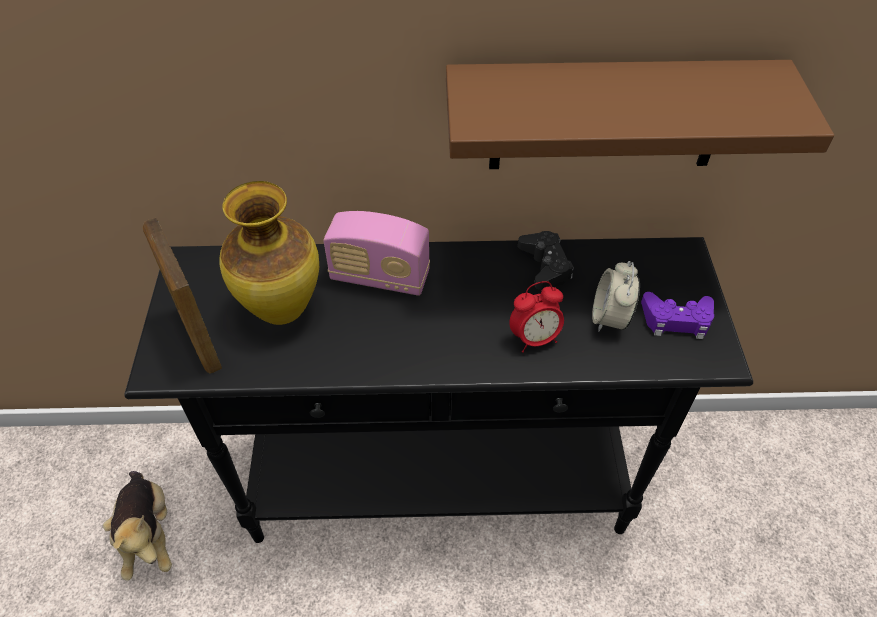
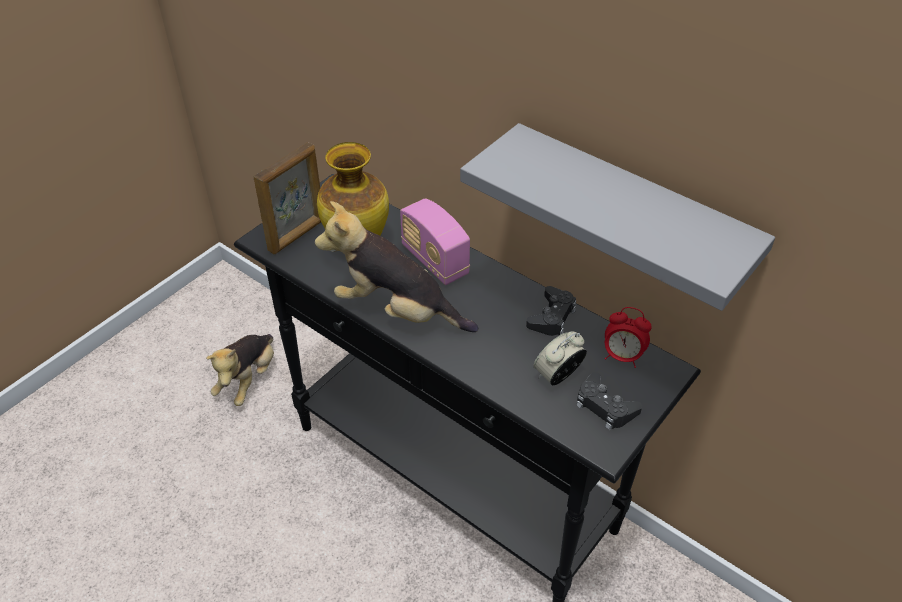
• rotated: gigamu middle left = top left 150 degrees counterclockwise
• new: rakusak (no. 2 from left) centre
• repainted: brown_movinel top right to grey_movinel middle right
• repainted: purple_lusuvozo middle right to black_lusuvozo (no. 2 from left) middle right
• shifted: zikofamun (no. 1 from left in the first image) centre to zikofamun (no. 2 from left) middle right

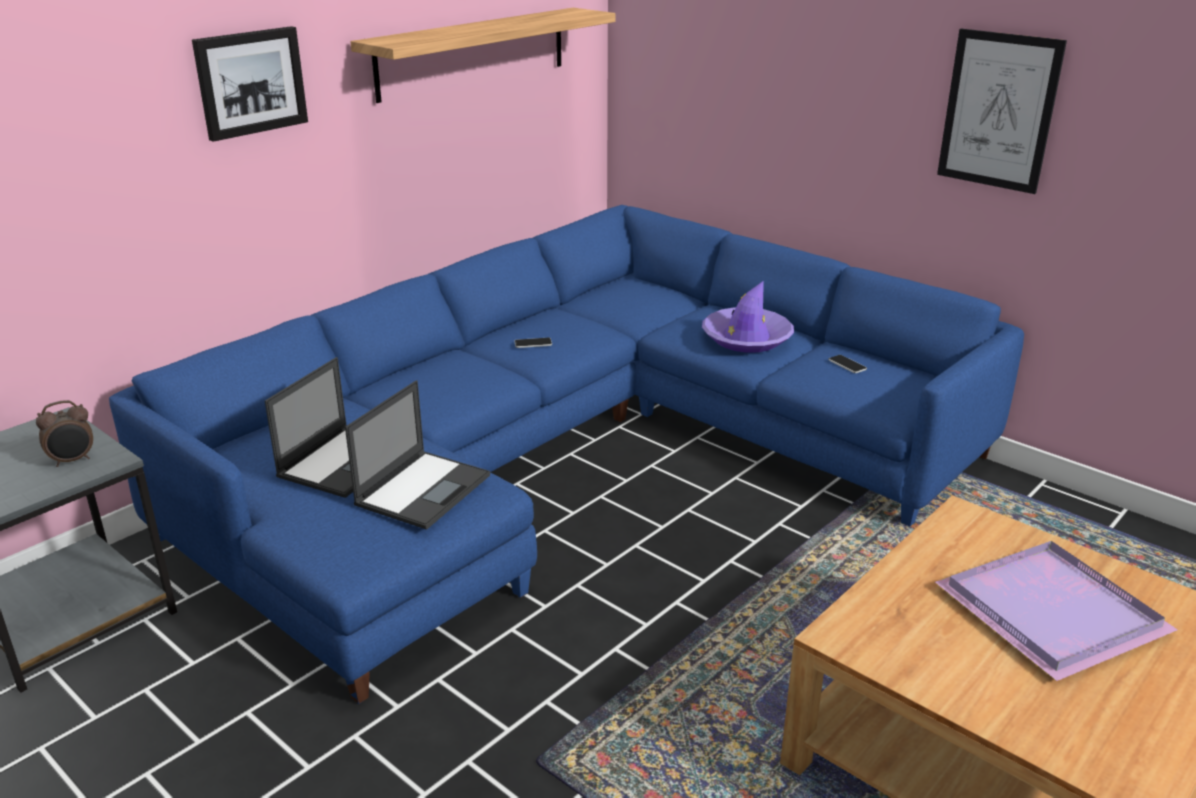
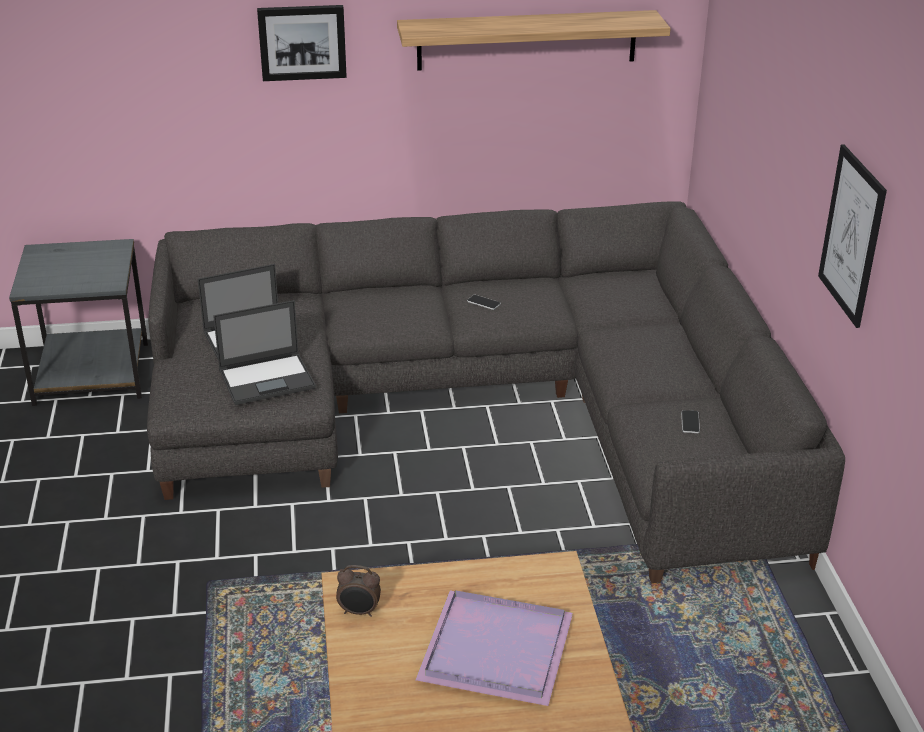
• repainted: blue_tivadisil centre to grey_tivadisil centre
• shifted: zikofamun middle left to bottom centre
• gone: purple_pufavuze centre

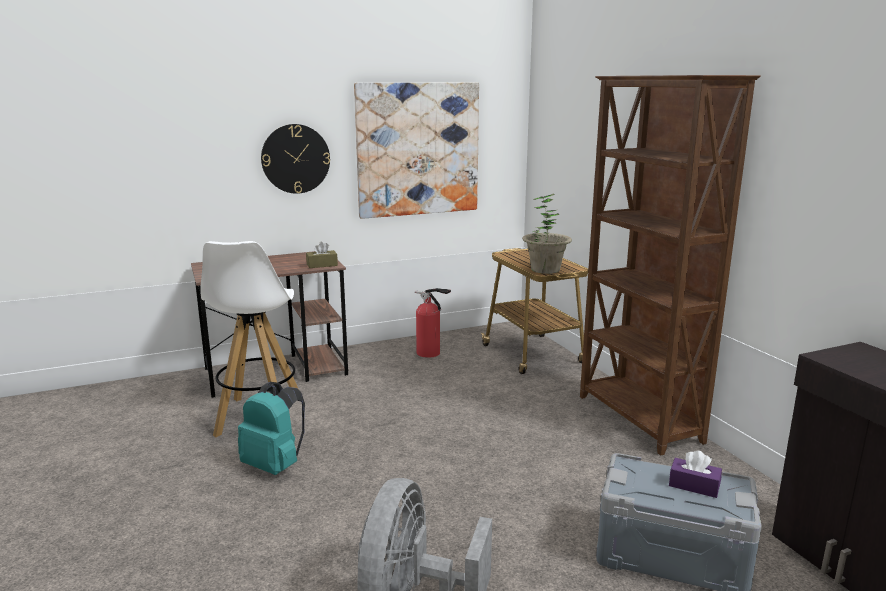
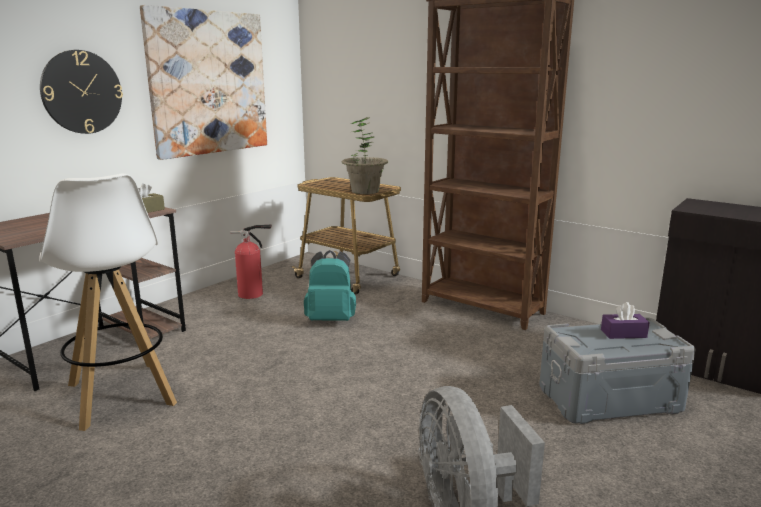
• shifted: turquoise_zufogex bottom left to centre

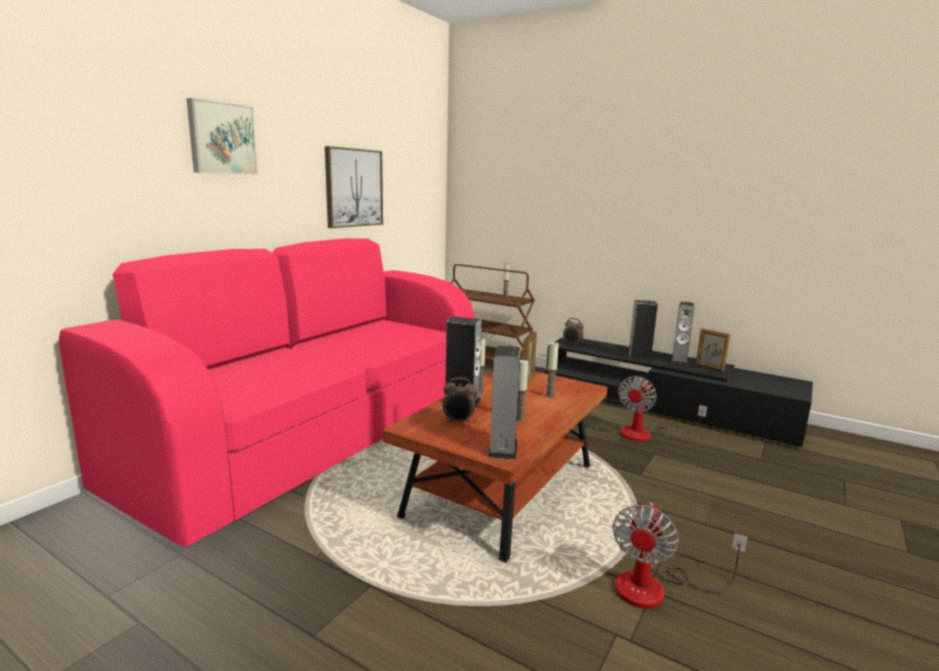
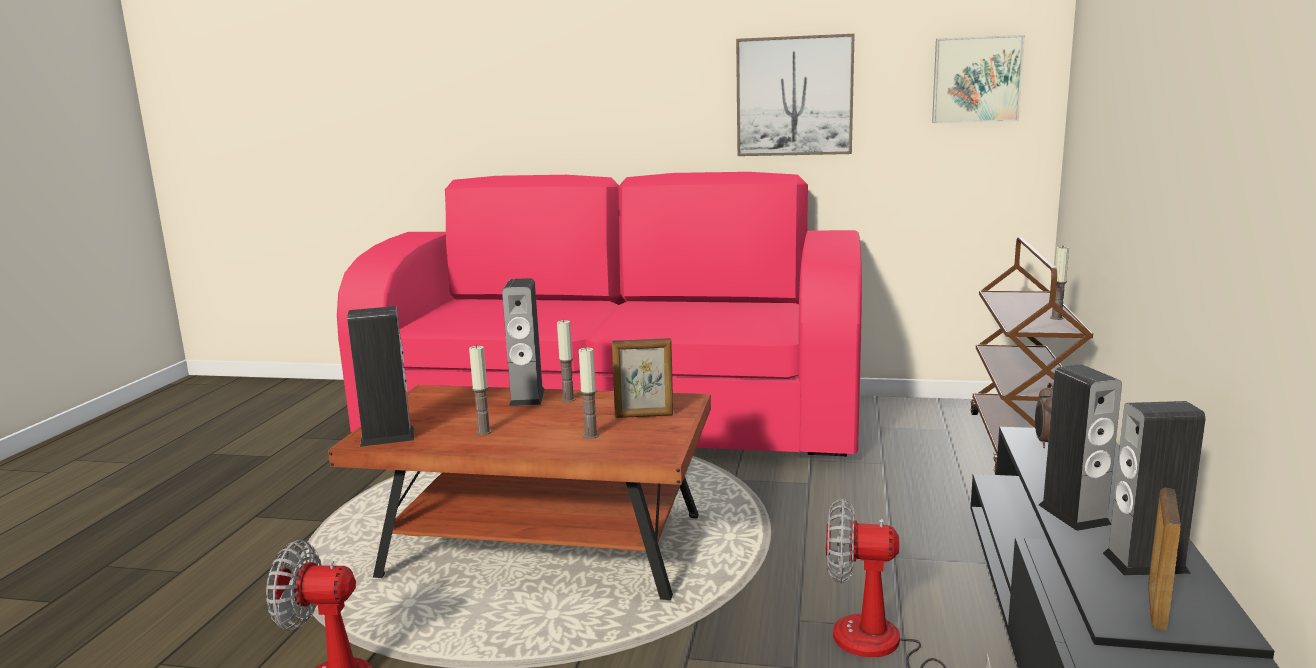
• shifted: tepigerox (no. 1 from left in the first image) top left to tepigerox (no. 2 from left) top right
• gone: zikofamun (no. 1 from left) centre

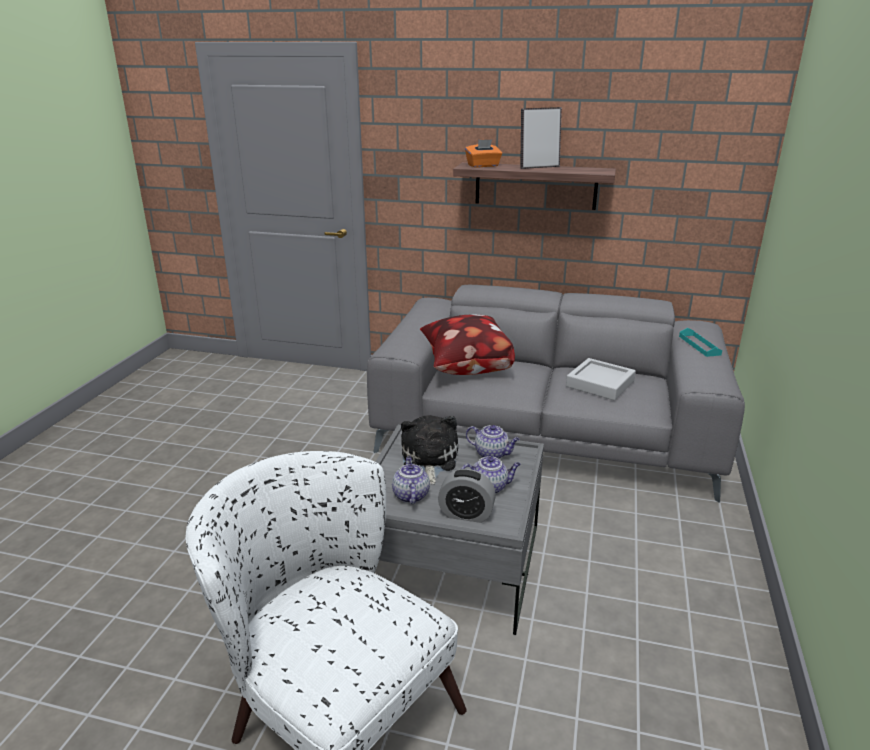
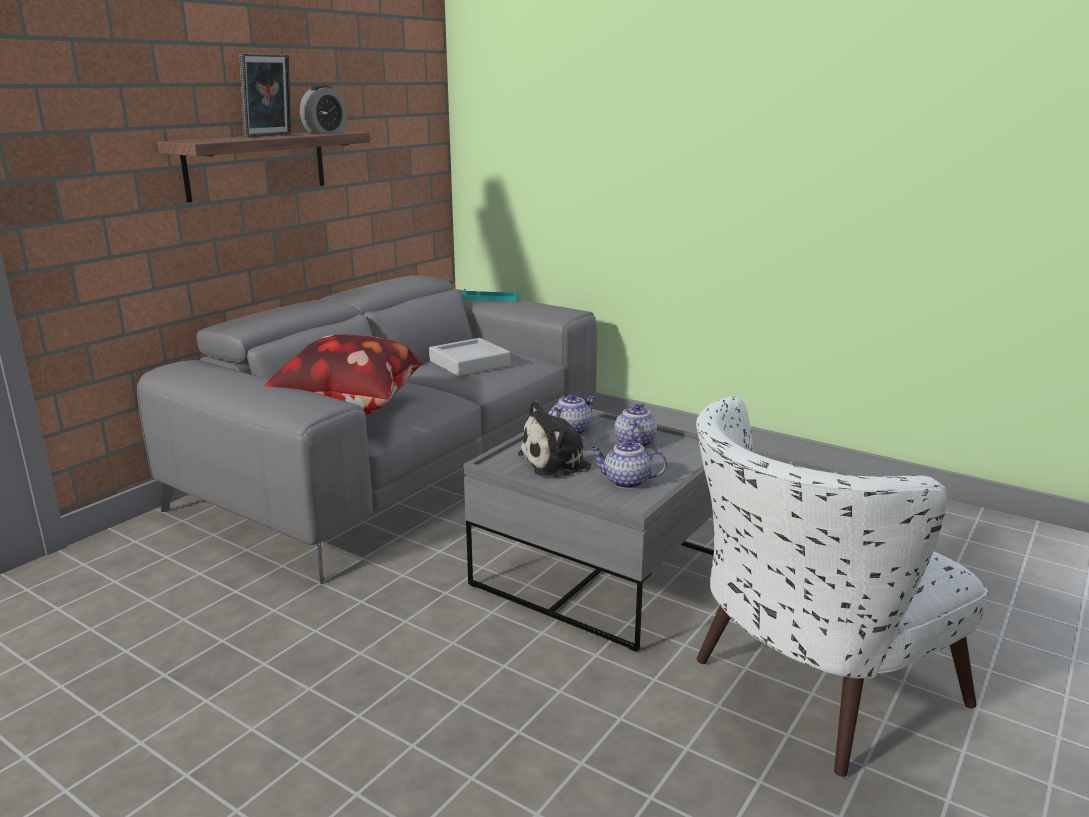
• rotated: gigamu top centre = top left 150 degrees counterclockwise
• shifted: zikofamun centre to top left
• rotated: rakusak centre = centre 45 degrees counterclockwise
• gone: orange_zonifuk top centre

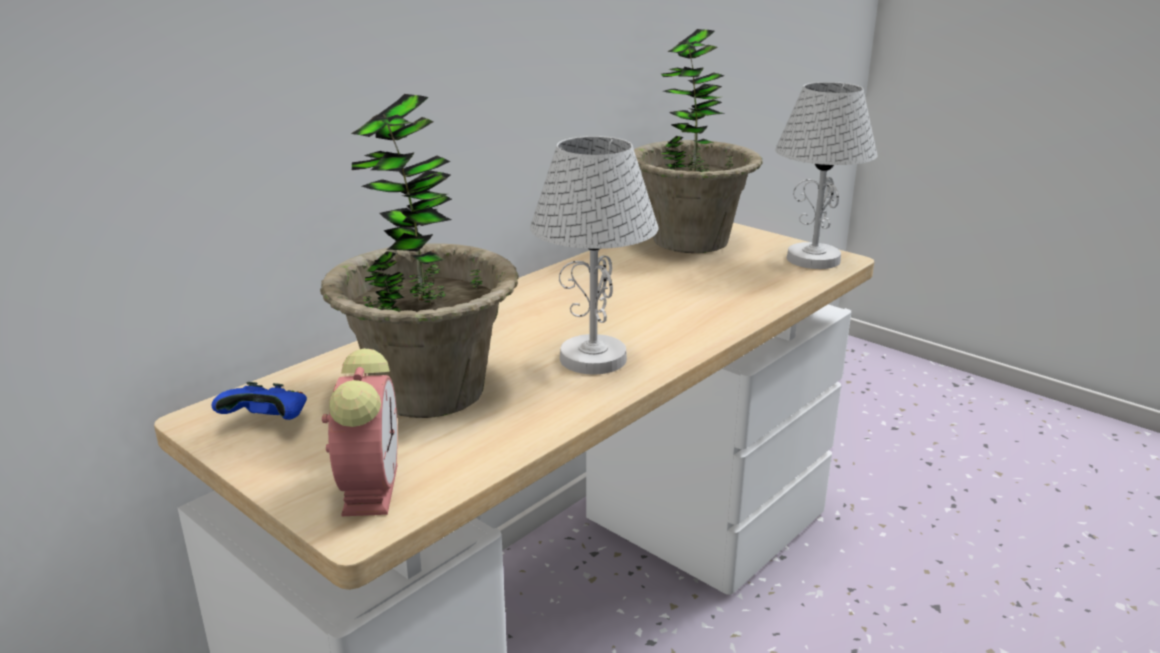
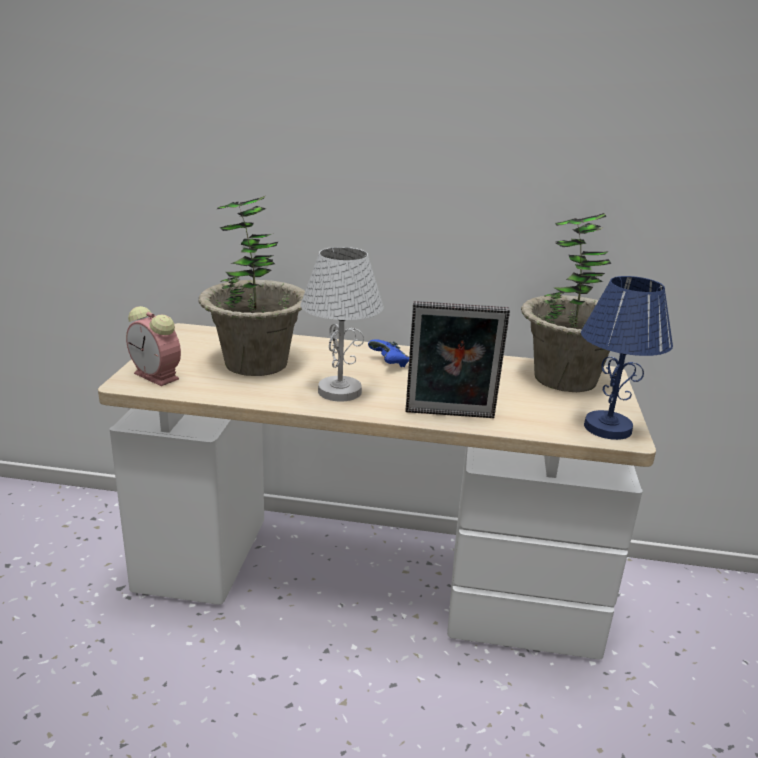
• rotated: zikofamun middle left = middle left 75 degrees clockwise
• shifted: blue_lusuvozo middle left to centre
• new: gigamu centre
• repainted: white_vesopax (no. 2 from left) top right to blue_vesopax middle right

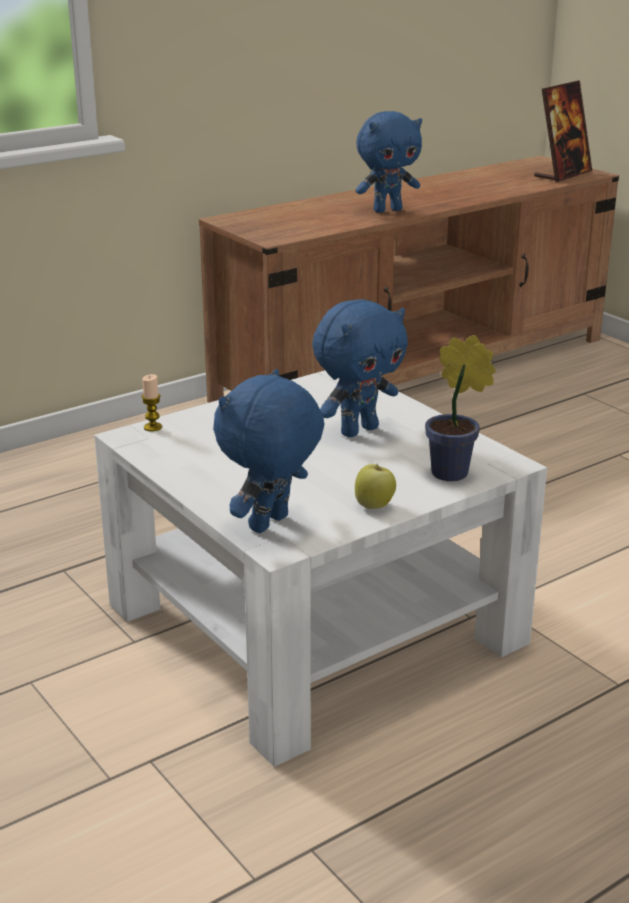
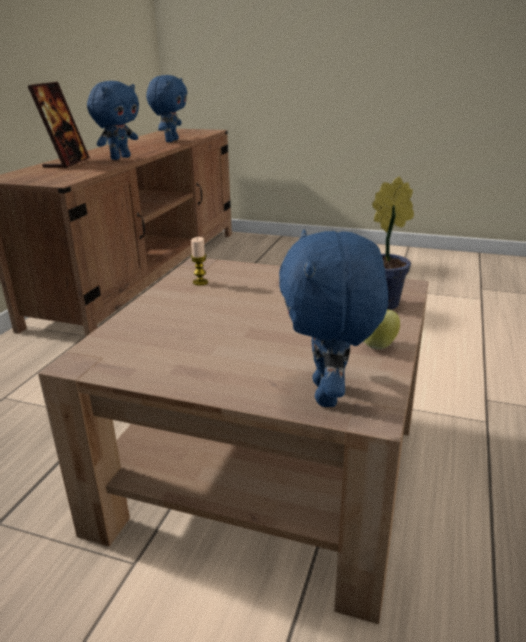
• shifted: gigamu top right to top left
• repainted: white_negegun centre to brown_negegun bottom centre
• shifted: blue_rakusak (no. 2 from left) centre to top left
• shifted: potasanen middle left to centre

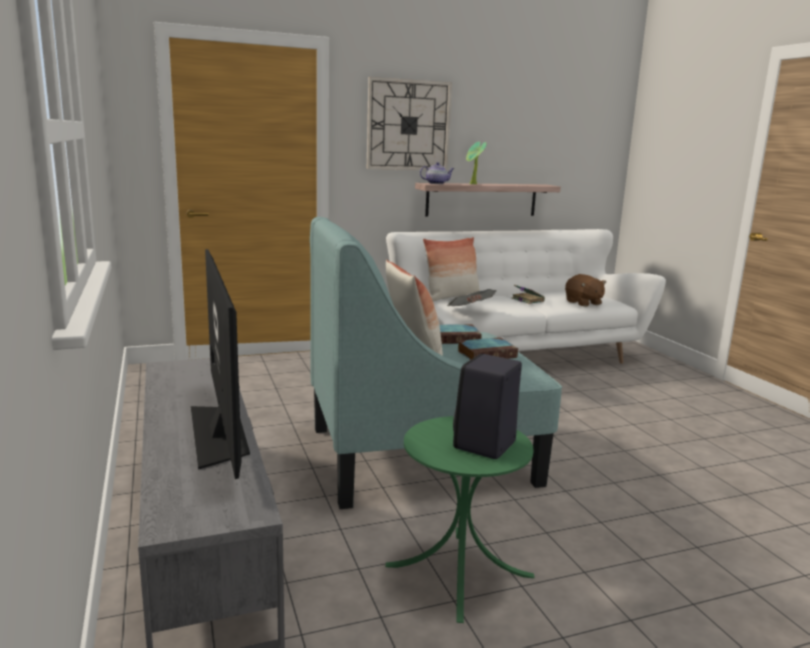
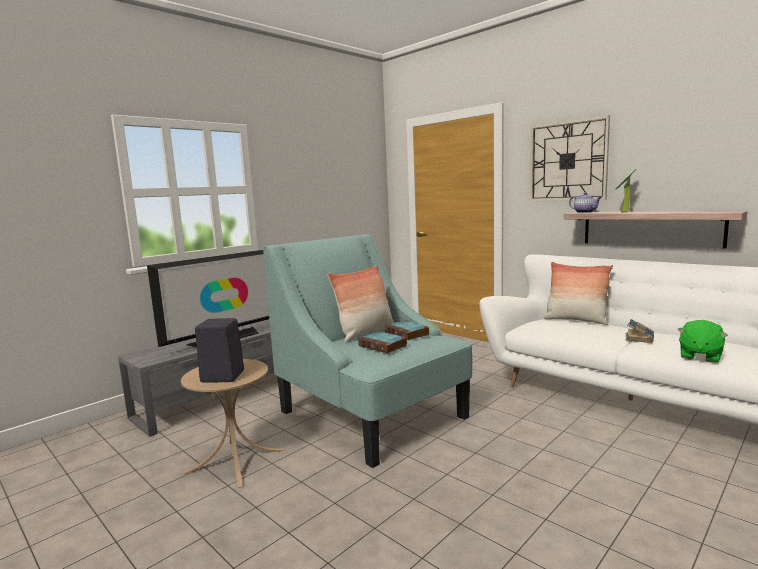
• repainted: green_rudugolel bottom centre to beige_rudugolel bottom left
• repainted: brown_rakusak middle right to green_rakusak middle right
• gone: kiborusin centre

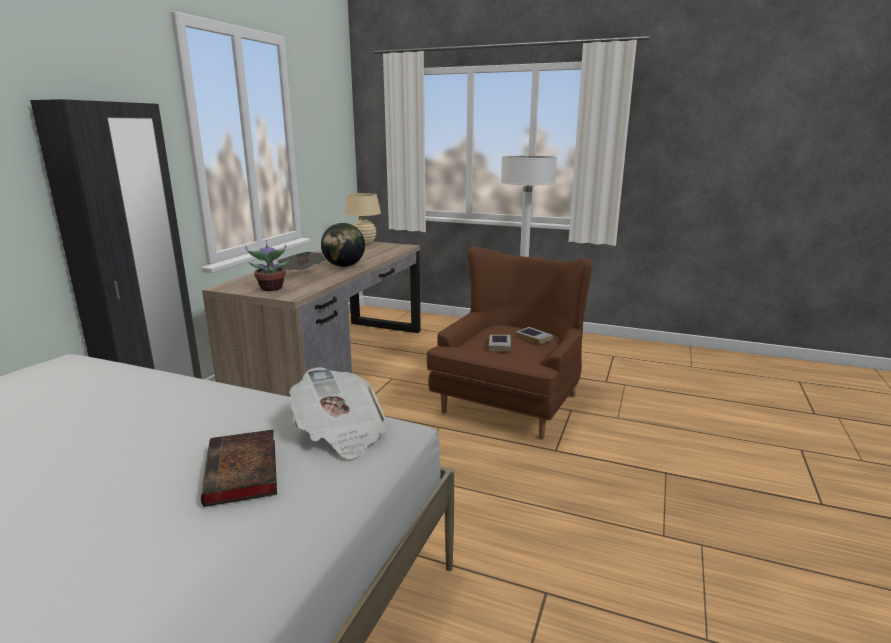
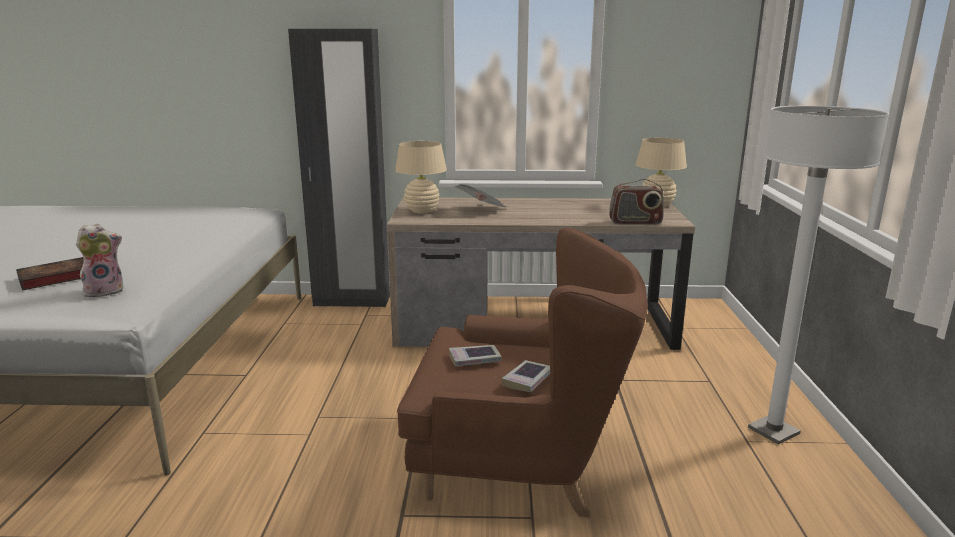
• swapped: kiborusin (no. 2 from left) centre to rakusak middle left
• swapped: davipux middle left to beige_vesopax (no. 1 from left) top centre
• new: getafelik centre
• gone: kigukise centre

